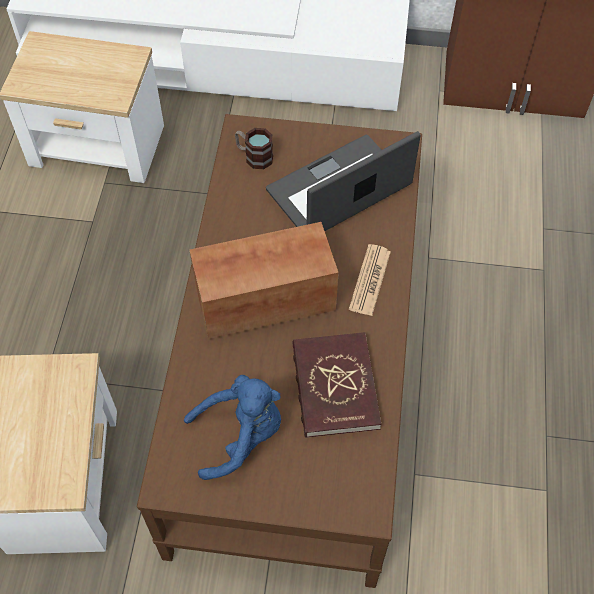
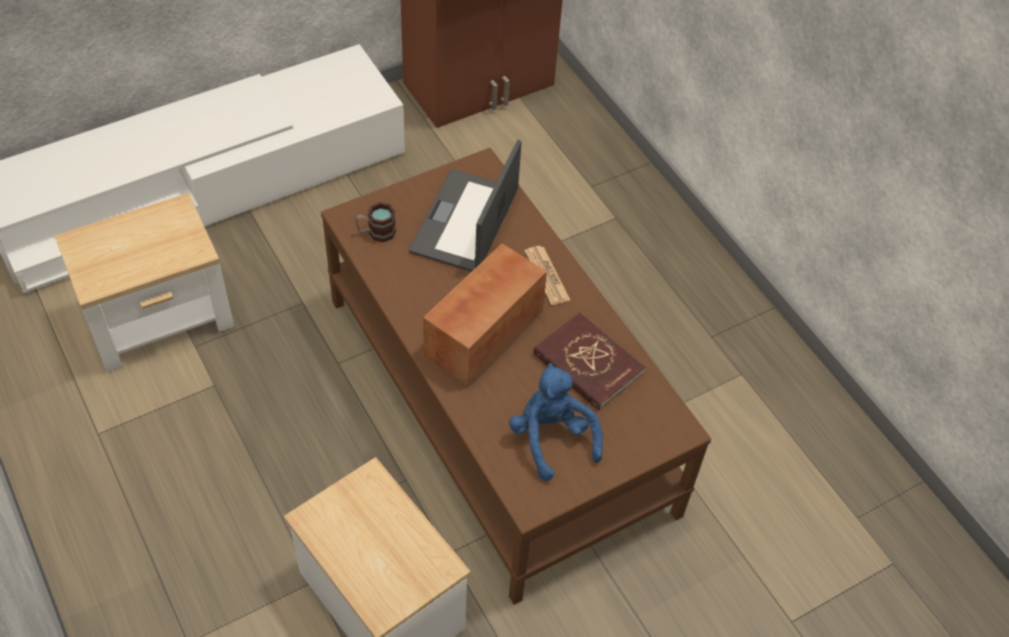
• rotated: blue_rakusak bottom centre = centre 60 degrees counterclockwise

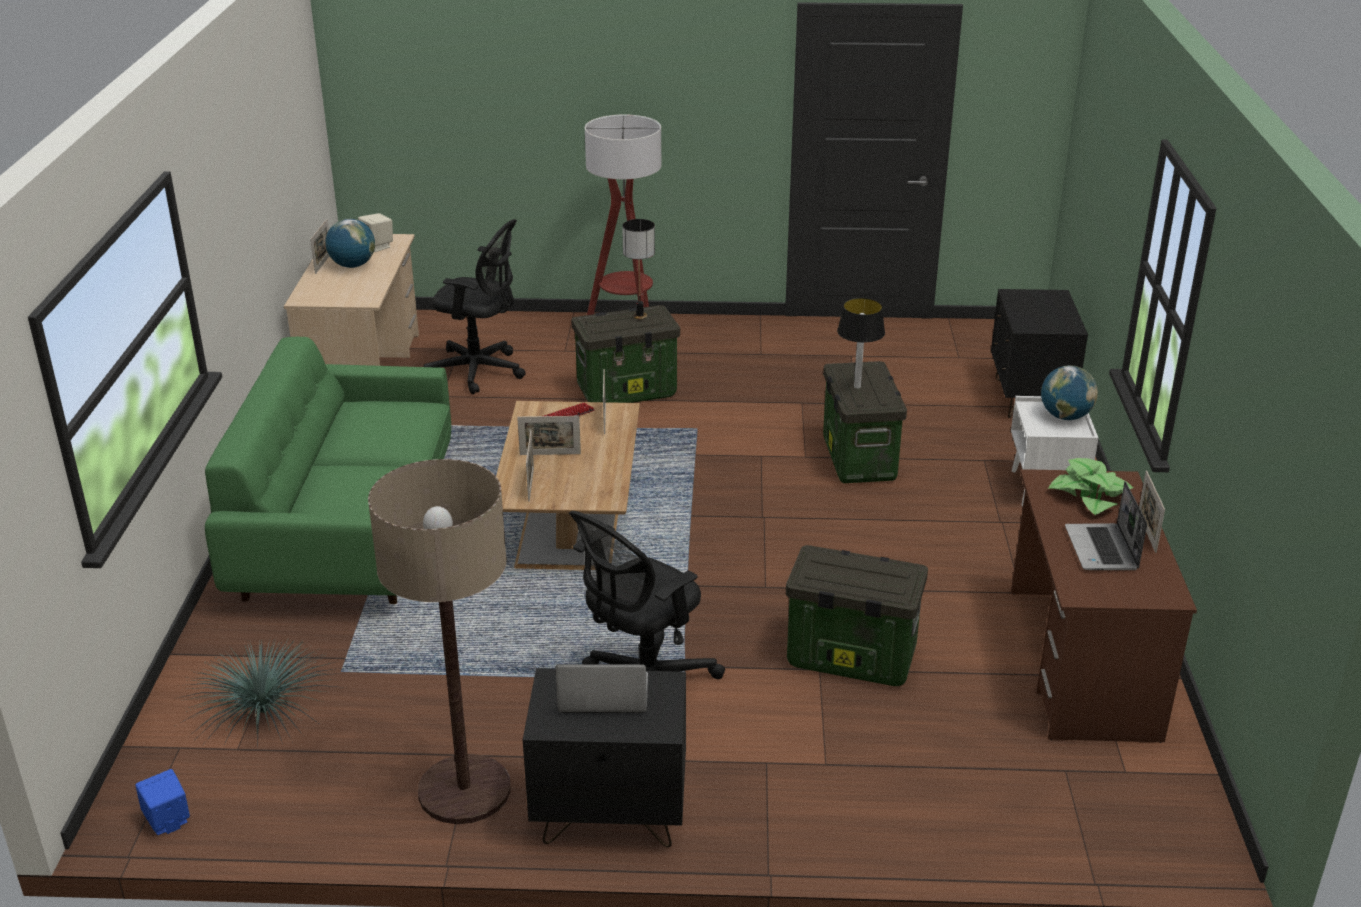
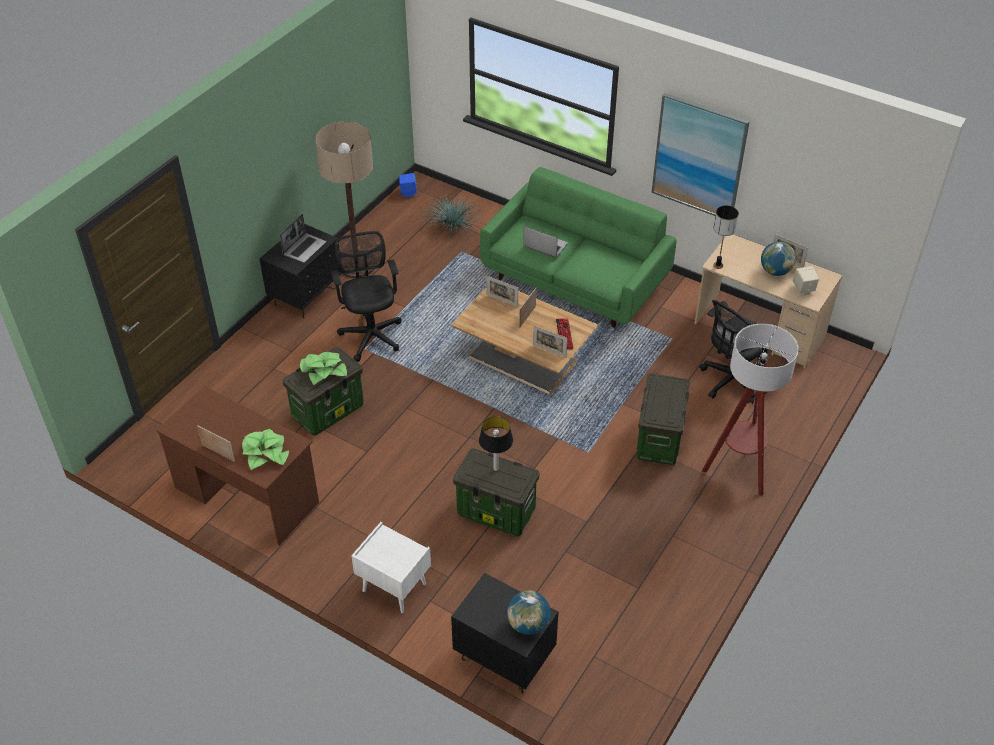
• new: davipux (no. 2 from left) middle left
• shifted: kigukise (no. 2 from left in the first image) middle right to kigukise (no. 1 from left) bottom centre
• shifted: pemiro (no. 2 from left) middle right to top centre
• new: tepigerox top right
• shifted: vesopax (no. 1 from left in the first image) top centre to vesopax (no. 2 from left) top right

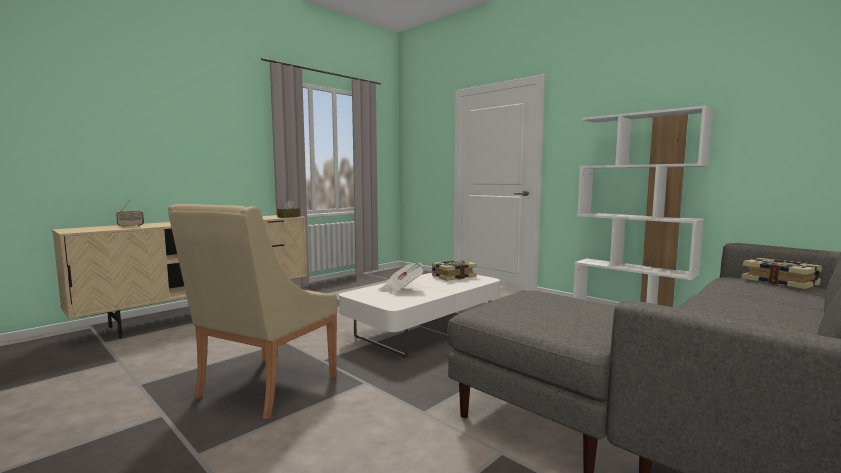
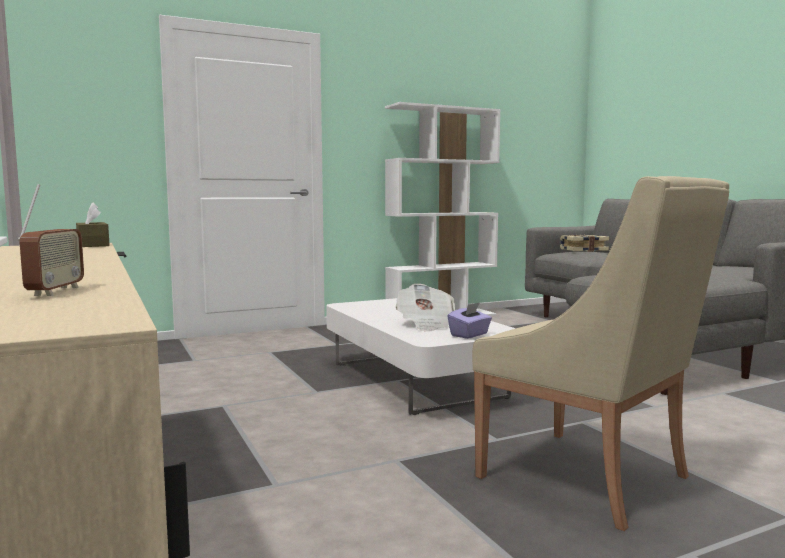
• new: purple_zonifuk centre
• gone: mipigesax (no. 1 from left) centre

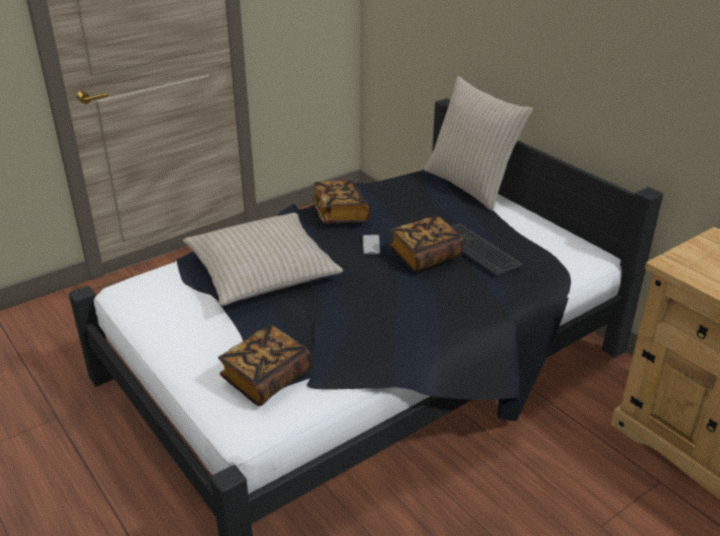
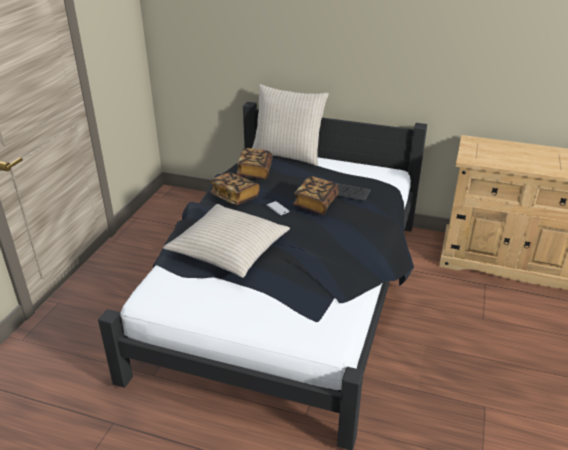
• shifted: mipigesax (no. 1 from left in the first image) bottom centre to mipigesax (no. 2 from left) centre

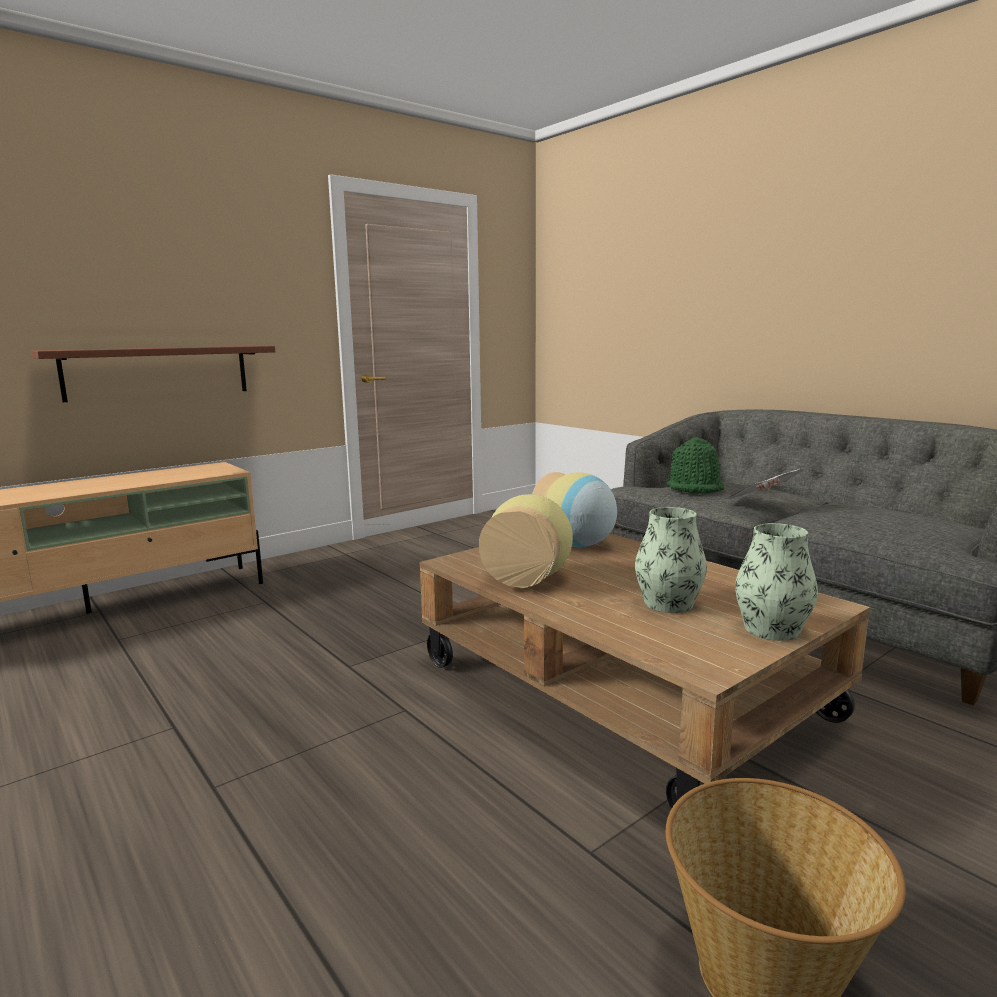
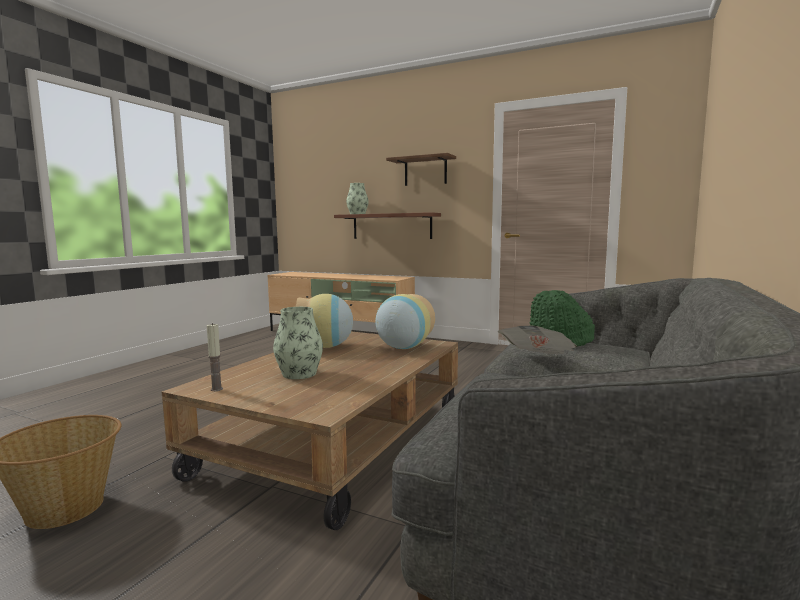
• new: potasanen middle left
• shifted: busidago (no. 4 from left in the first image) middle right to busidago (no. 3 from left) top centre
• new: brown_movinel (no. 2 from left) top centre

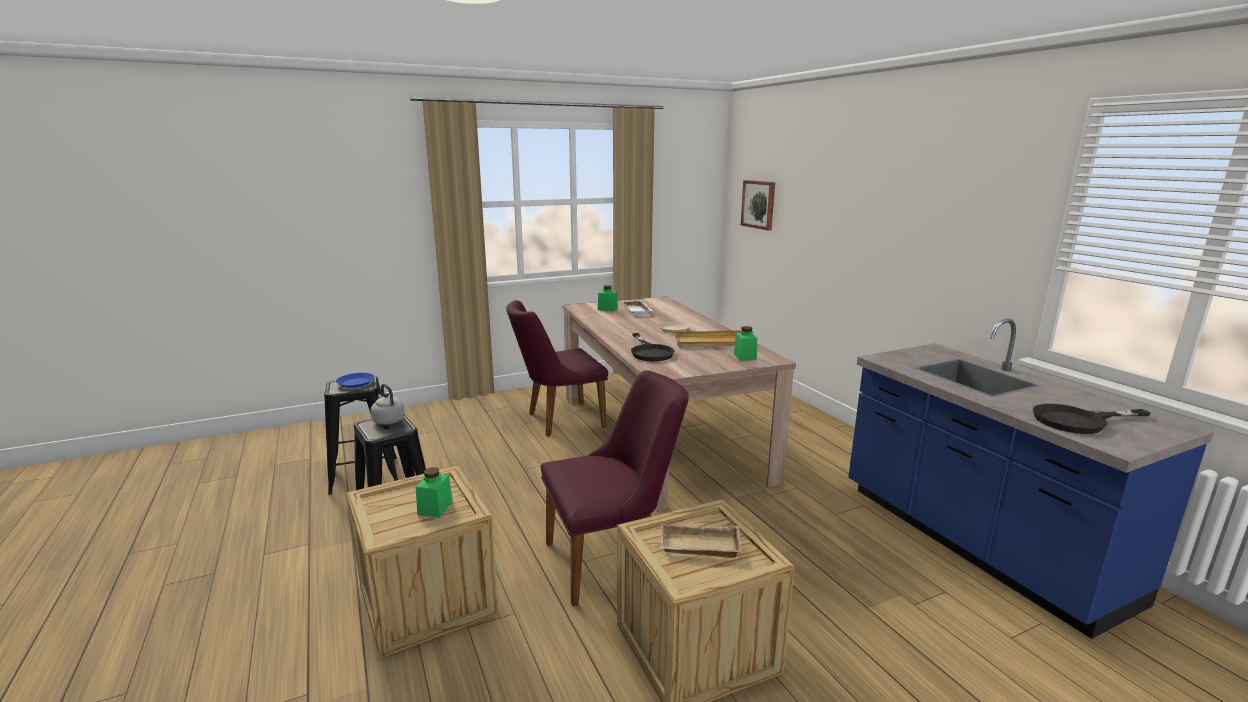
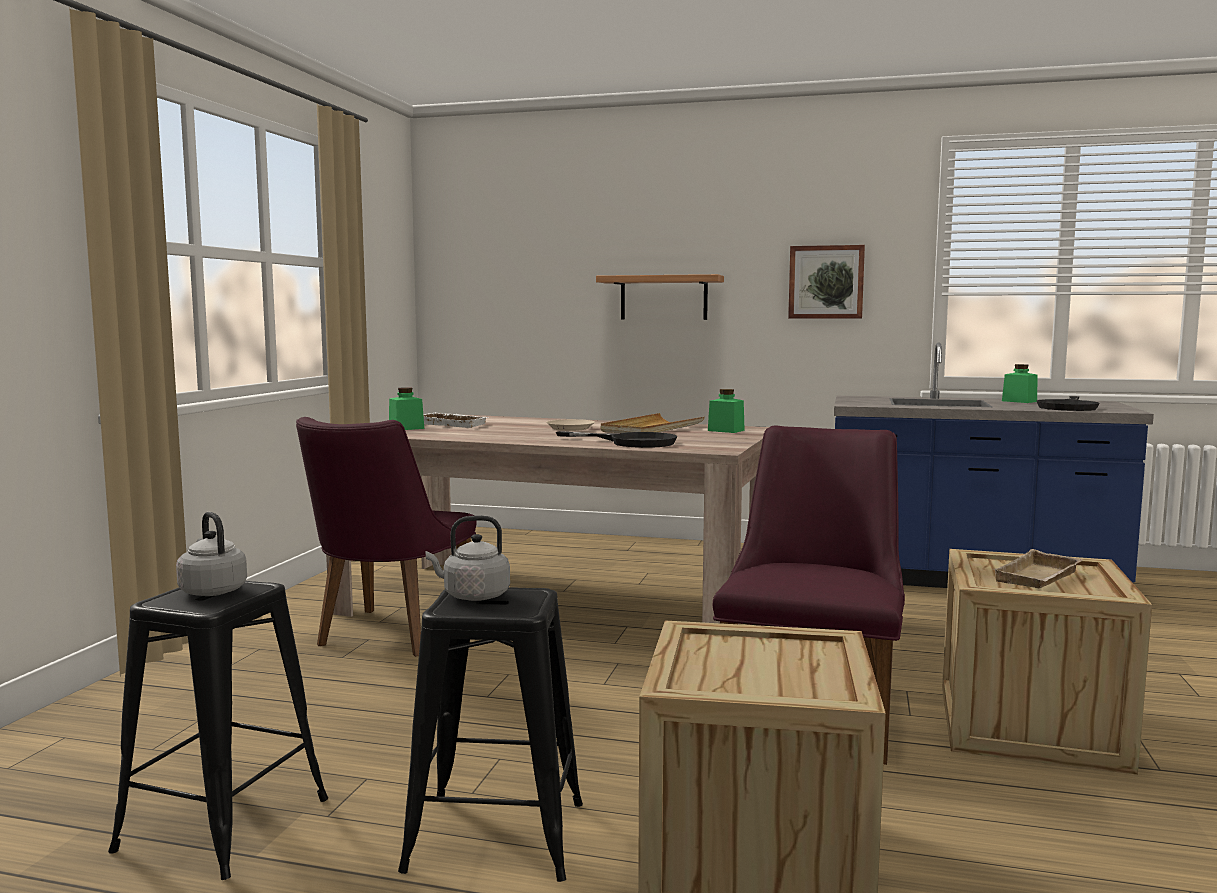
• swapped: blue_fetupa middle left to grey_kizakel (no. 1 from left) middle left
• new: movinel top centre
• shifted: tepigerox top centre to top right
• shifted: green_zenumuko (no. 1 from left in the first image) bottom centre to green_zenumuko (no. 3 from left) middle right

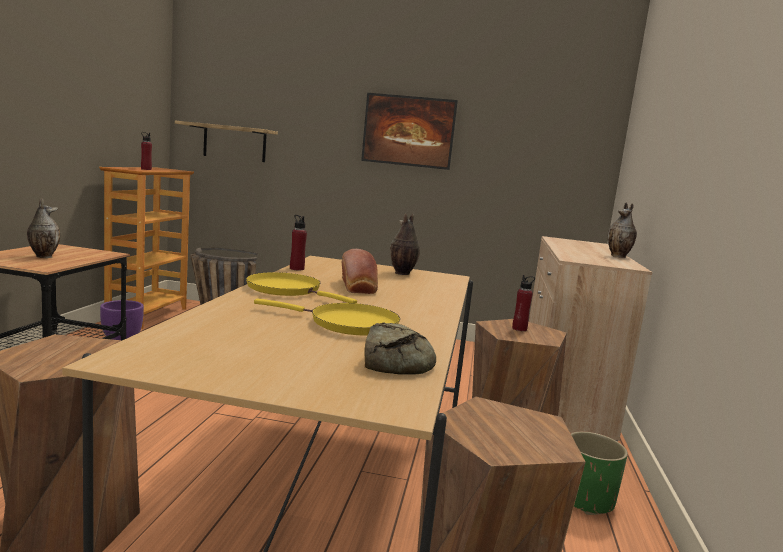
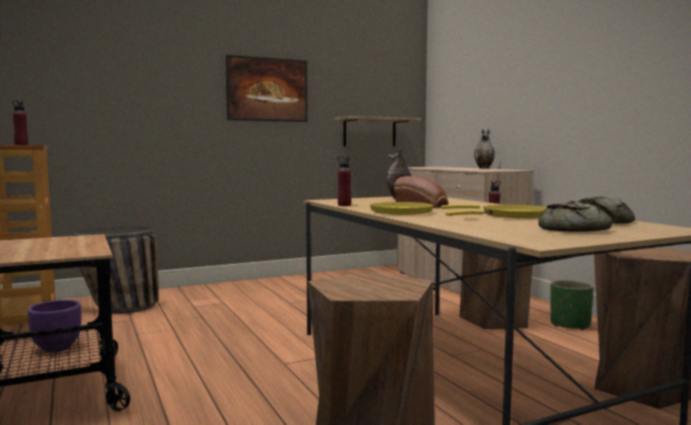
• shifted: movinel top left to top centre
• new: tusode (no. 2 from left) middle right
• gone: busidago (no. 1 from left) middle left

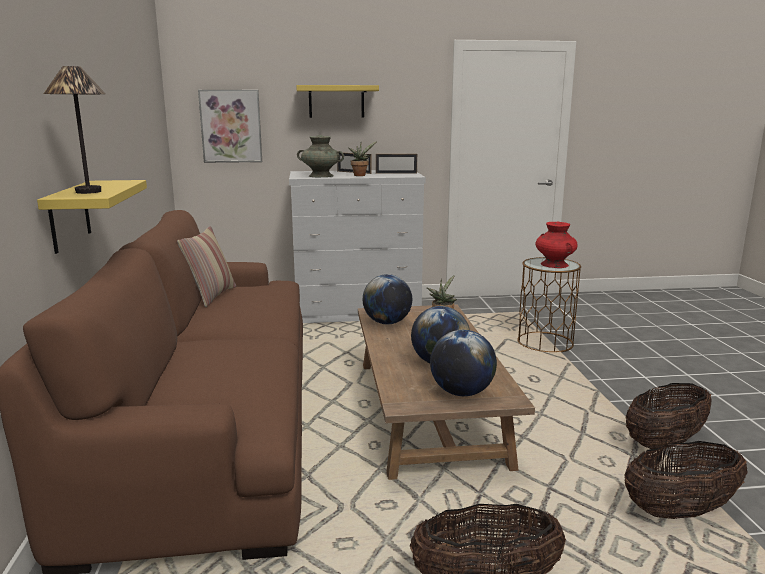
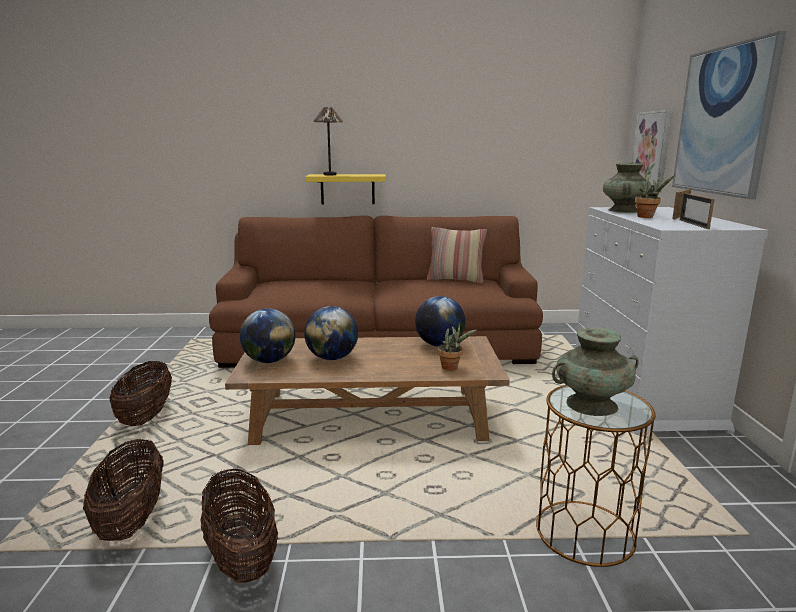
• repainted: red_busidago middle right to turquoise_busidago (no. 1 from left) middle right
• swapped: yellow_movinel (no. 2 from left) top centre to tepigerox (no. 2 from left) top right

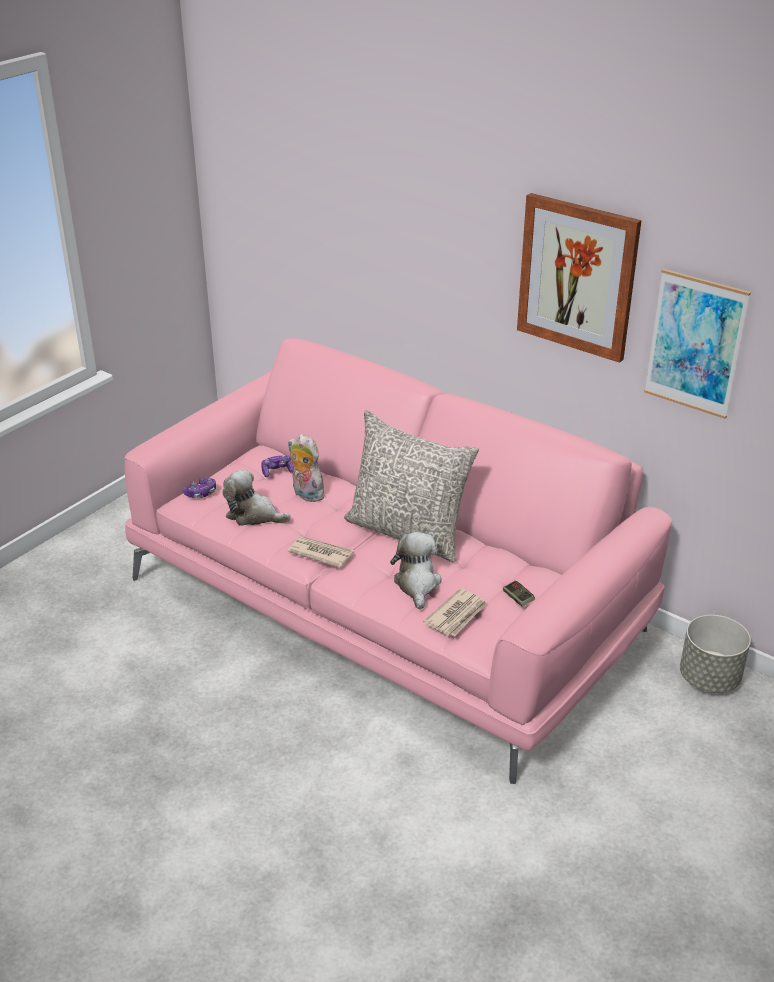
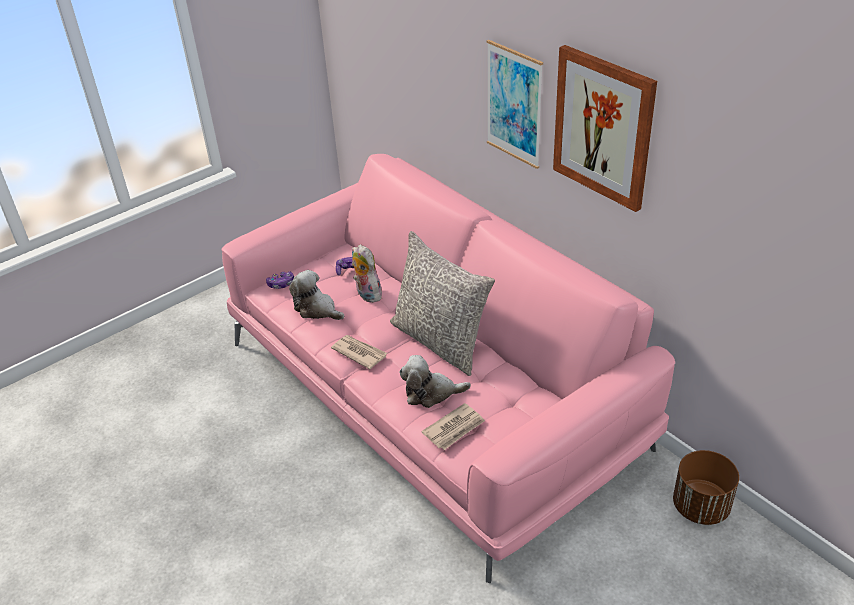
• rotated: rakusak (no. 3 from left) centre = centre 105 degrees counterclockwise
• shifted: tepigerox (no. 2 from left in the first image) middle right to tepigerox (no. 1 from left) top centre
• repainted: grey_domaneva middle right to brown_domaneva bottom right
• gone: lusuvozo (no. 3 from left) middle right

